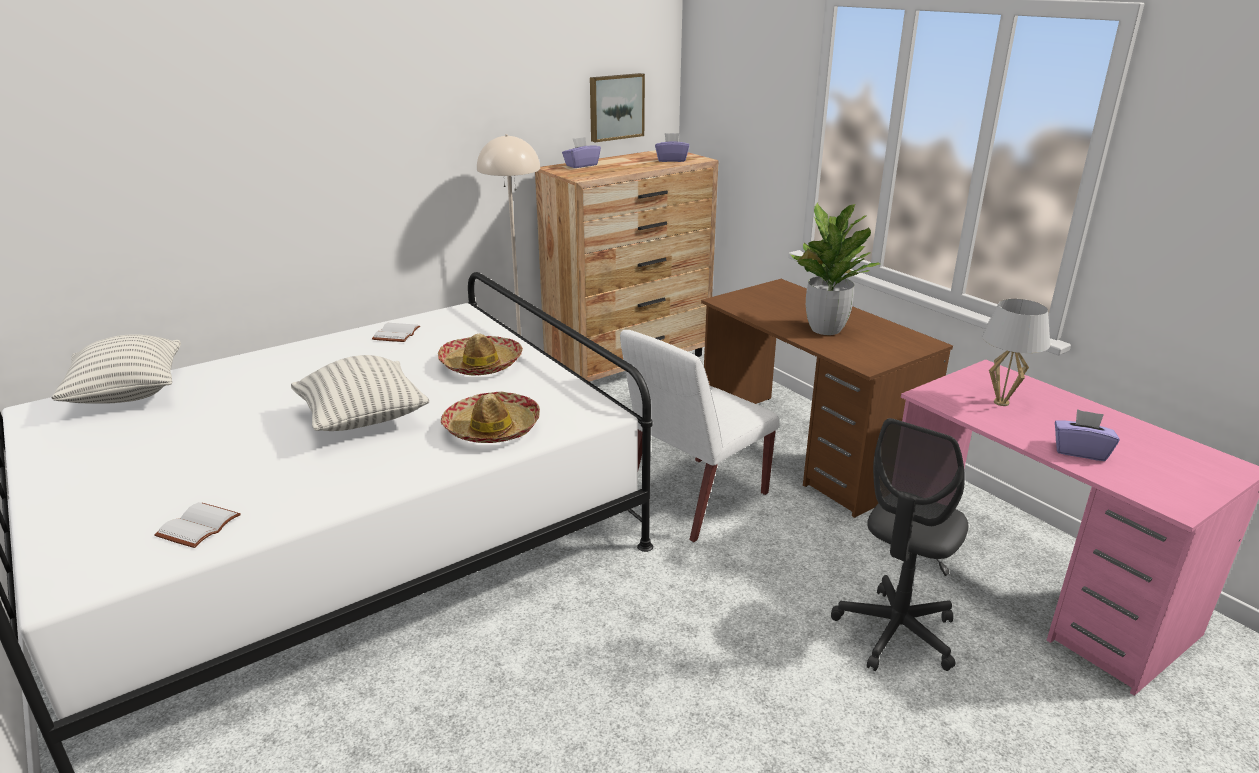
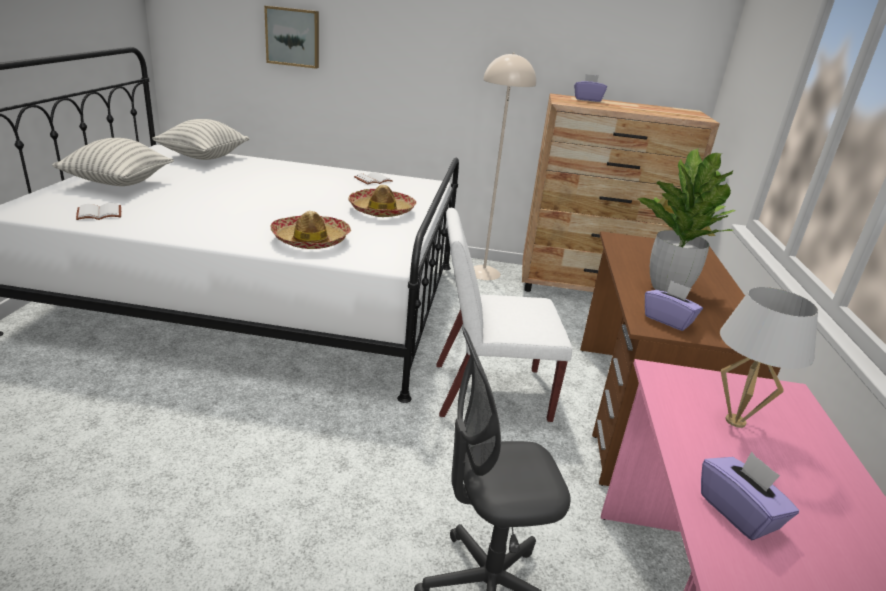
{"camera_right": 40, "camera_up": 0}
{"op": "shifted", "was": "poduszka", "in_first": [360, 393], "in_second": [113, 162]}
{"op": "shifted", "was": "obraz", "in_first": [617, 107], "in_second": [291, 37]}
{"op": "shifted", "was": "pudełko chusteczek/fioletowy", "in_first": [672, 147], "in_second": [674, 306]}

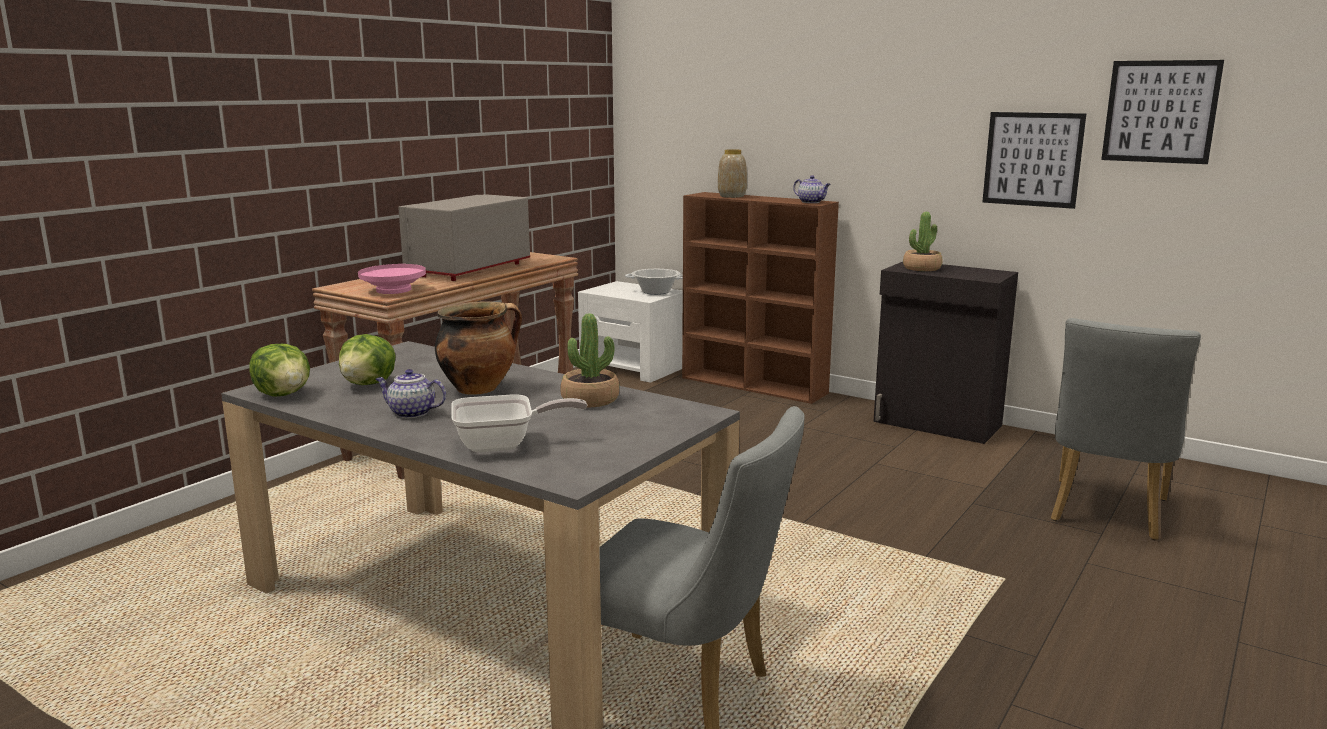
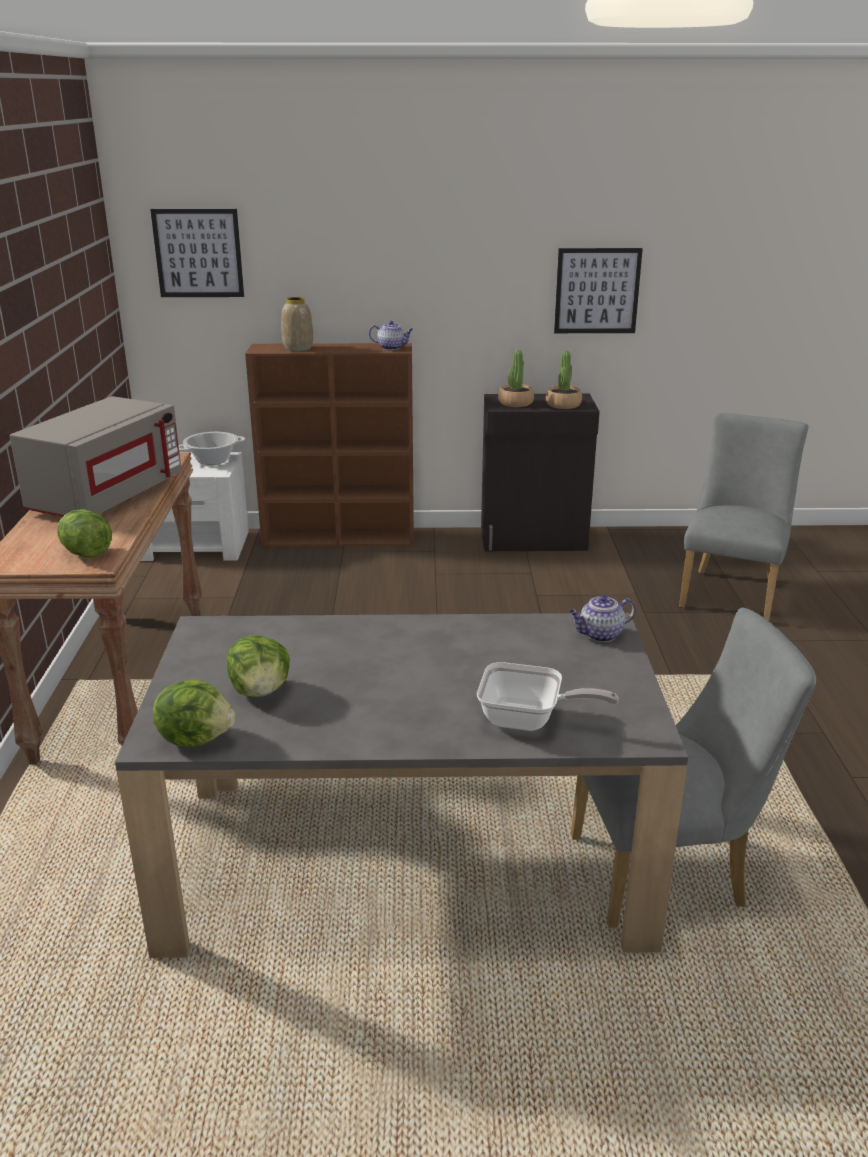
{"camera_right": -35, "camera_up": 10}
{"op": "swapped", "was": "miska/różowy", "now": "sałata", "in_first": [392, 279], "in_second": [84, 533]}
{"op": "shifted", "was": "imbryk", "in_first": [411, 393], "in_second": [602, 618]}
{"op": "rotated", "was": "mikrofalówka/szary", "in_first": [464, 237], "in_second": [96, 456], "clockwise": -150}
{"op": "gone", "was": "garnek", "in_first": [478, 348]}
{"op": "rotated", "was": "patelnia", "in_first": [519, 423], "in_second": [548, 696], "clockwise": 60}
{"op": "shifted", "was": "roślina doniczkowa", "in_first": [589, 360], "in_second": [564, 380]}
{"op": "rotated", "was": "krzesło/szary", "in_first": [1126, 429], "in_second": [744, 517], "clockwise": -150}
{"op": "shifted", "was": "obraz", "in_first": [1162, 112], "in_second": [197, 253]}

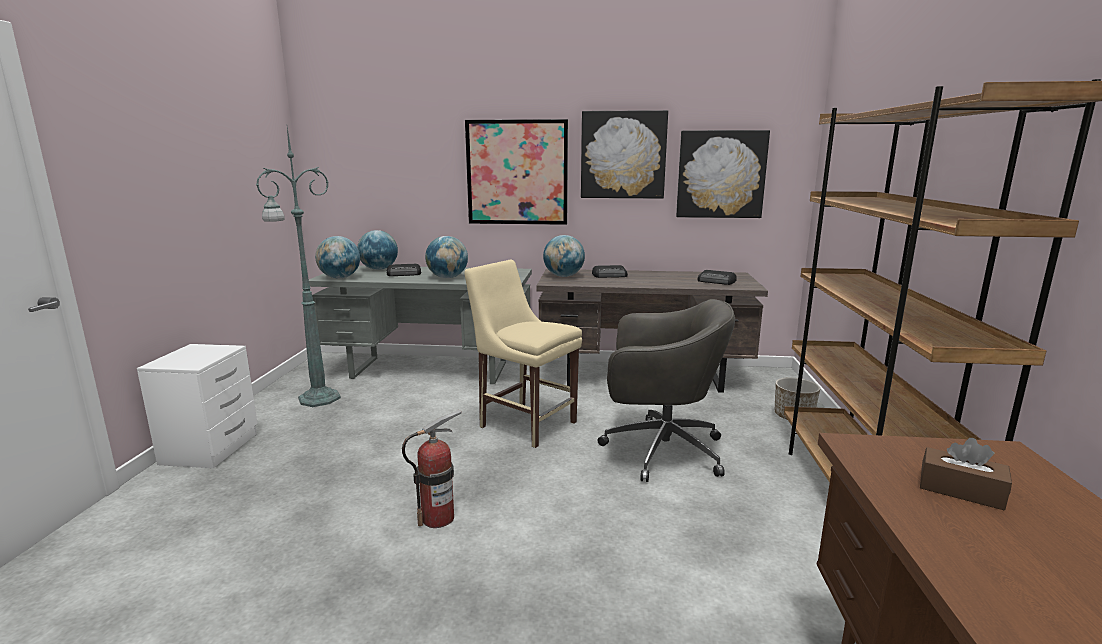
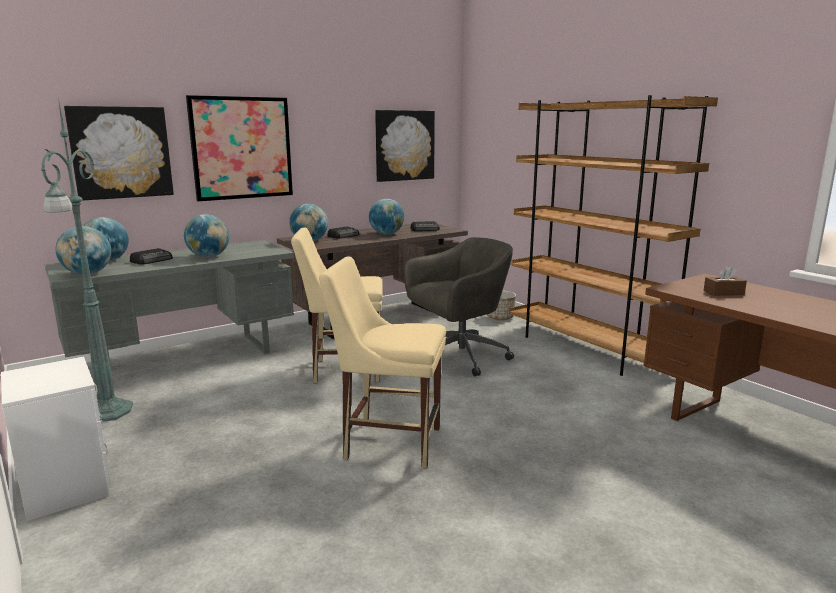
{"camera_right": -40, "camera_up": 0}
{"op": "swapped", "was": "gaśnica", "now": "krzesło/beżowy", "in_first": [432, 469], "in_second": [382, 362]}
{"op": "shifted", "was": "obraz", "in_first": [624, 154], "in_second": [119, 153]}
{"op": "new", "now": "globus", "in_second": [386, 217]}

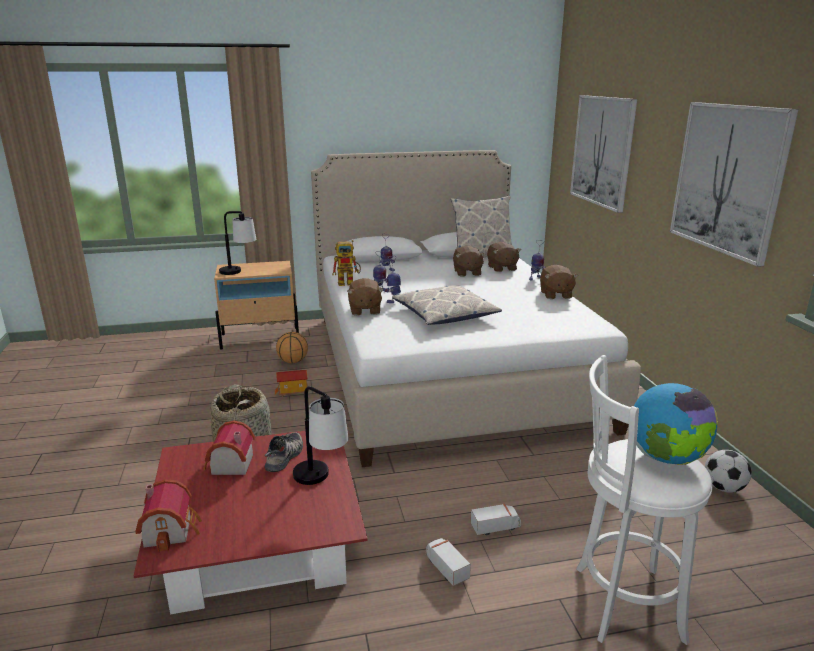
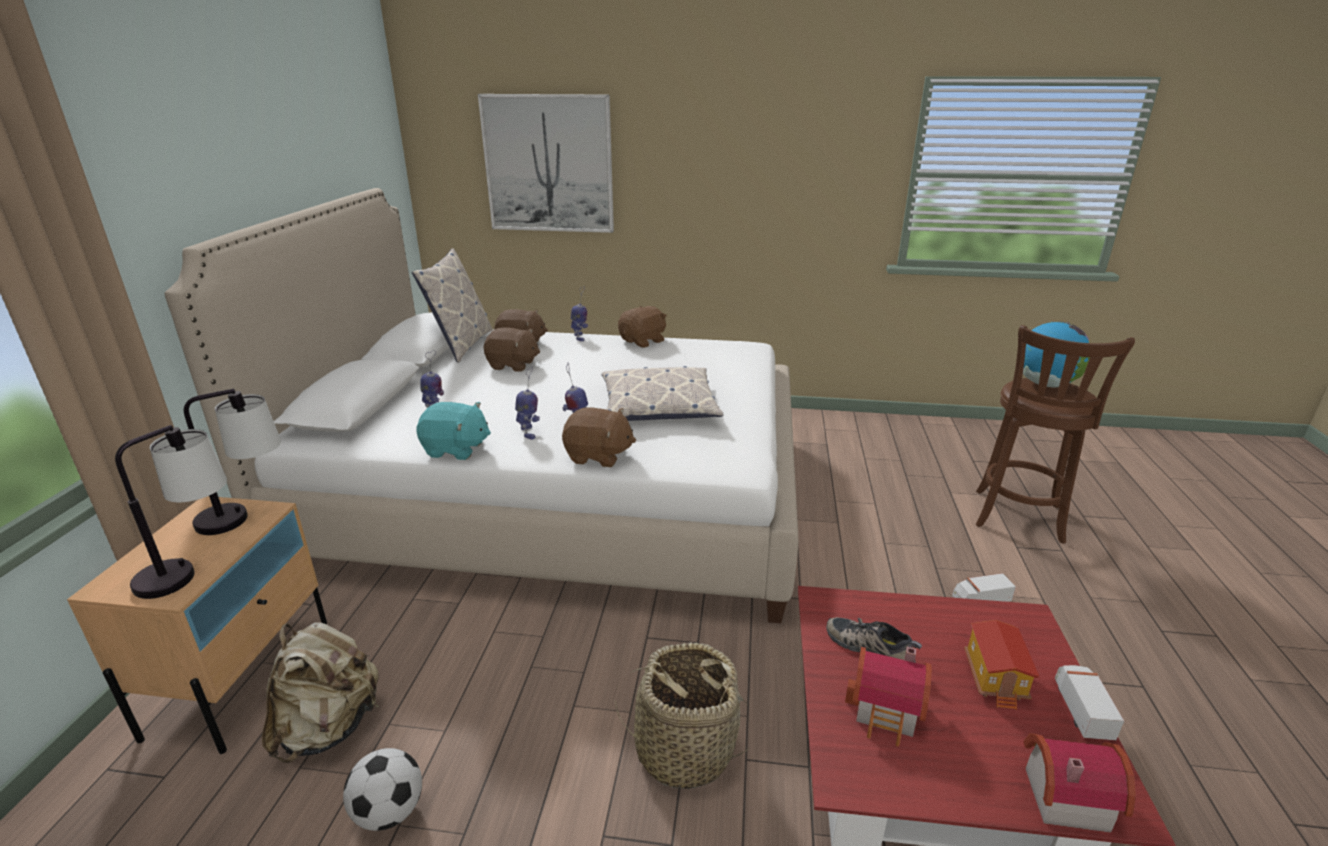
{"camera_right": -70, "camera_up": 5}
{"op": "shifted", "was": "domek", "in_first": [291, 383], "in_second": [1001, 665]}
{"op": "gone", "was": "piłka do koszykówki", "in_first": [292, 347]}
{"op": "shifted", "was": "lampa stołowa", "in_first": [321, 435], "in_second": [232, 462]}
{"op": "swapped", "was": "robot zabawkowy", "now": "pluszak/turkusowy", "in_first": [346, 263], "in_second": [454, 431]}
{"op": "shifted", "was": "ciężarówka zabawkowa", "in_first": [496, 519], "in_second": [1089, 702]}
{"op": "rotated", "was": "pluszak/brązowy", "in_first": [559, 282], "in_second": [642, 327], "clockwise": -60}
{"op": "repainted", "was": "stołek/biały", "now": "stołek/brązowy", "in_first": [644, 500], "in_second": [1055, 434]}
{"op": "gone", "was": "obraz", "in_first": [734, 184]}
{"op": "shifted", "was": "piłka futbolowa", "in_first": [728, 471], "in_second": [382, 789]}
{"op": "new", "now": "plecak/beżowy", "in_second": [320, 692]}

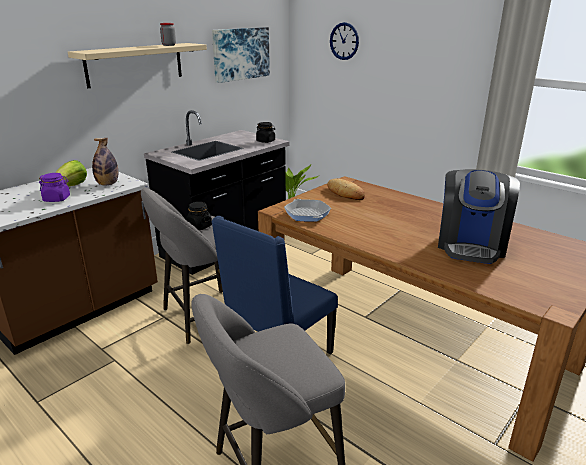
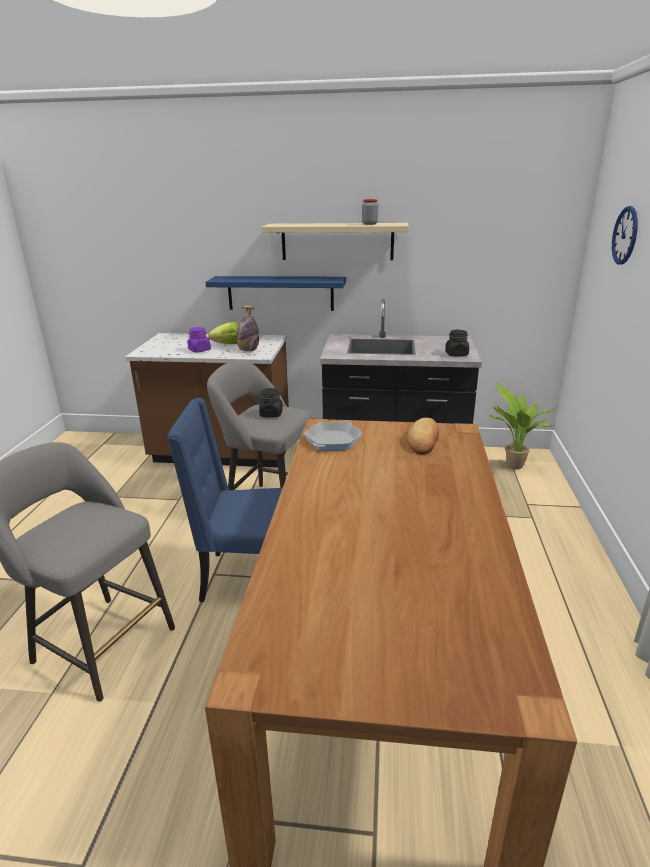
{"camera_right": 55, "camera_up": 0}
{"op": "gone", "was": "obraz", "in_first": [241, 55]}
{"op": "gone", "was": "ekspres do kawy", "in_first": [479, 216]}
{"op": "new", "now": "półka/niebieski", "in_second": [275, 293]}

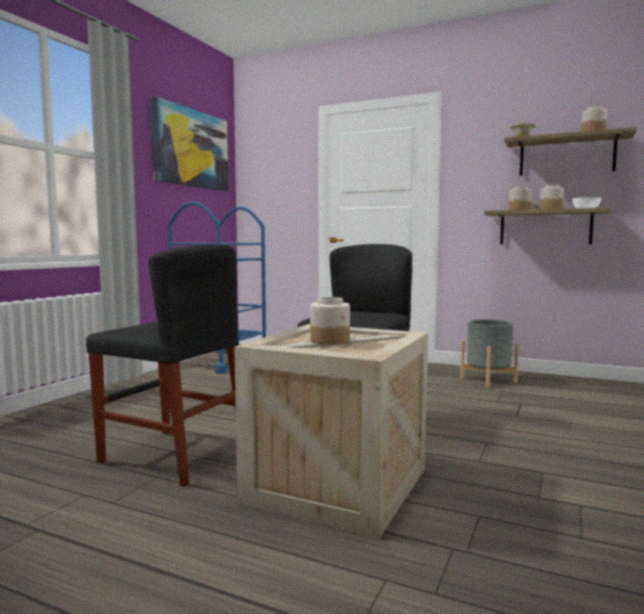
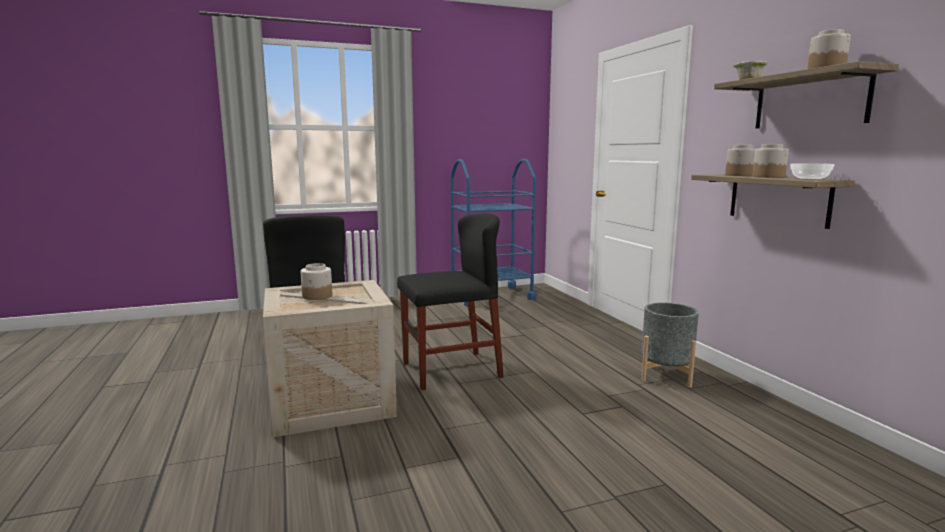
{"camera_right": 45, "camera_up": 5}
{"op": "gone", "was": "obraz", "in_first": [189, 143]}

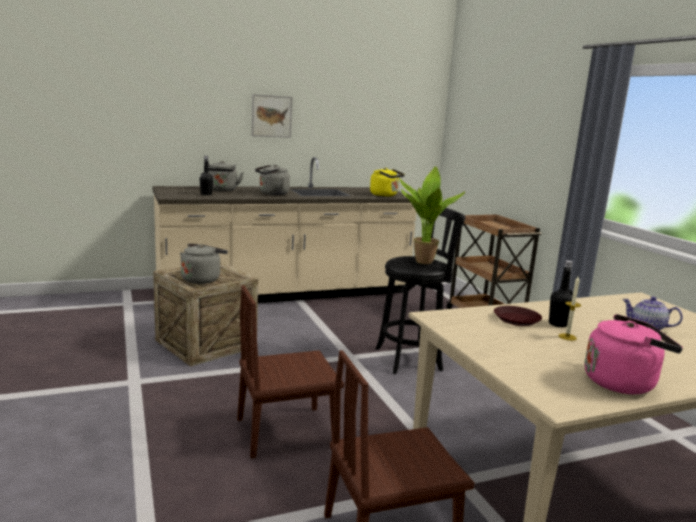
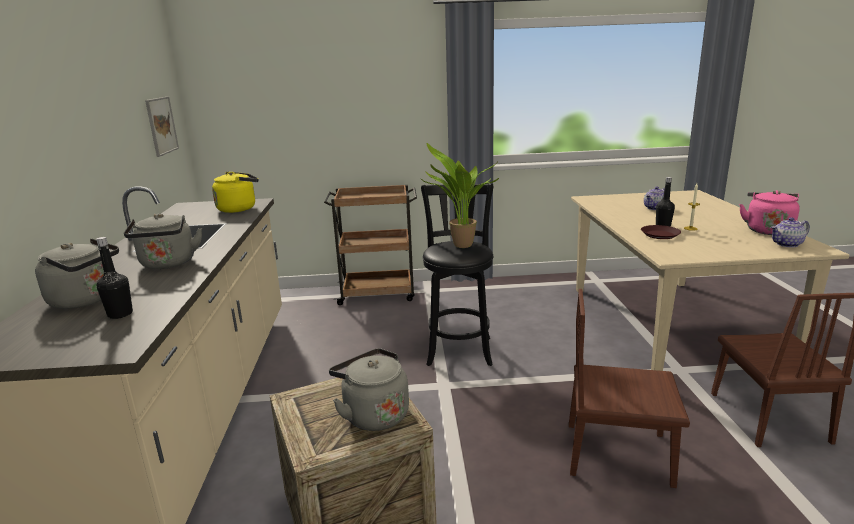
{"camera_right": -70, "camera_up": 5}
{"op": "rotated", "was": "krzesło/brązowy", "in_first": [290, 371], "in_second": [629, 388], "clockwise": 105}
{"op": "shifted", "was": "obraz", "in_first": [272, 116], "in_second": [162, 126]}
{"op": "new", "now": "imbryk", "in_second": [790, 232]}

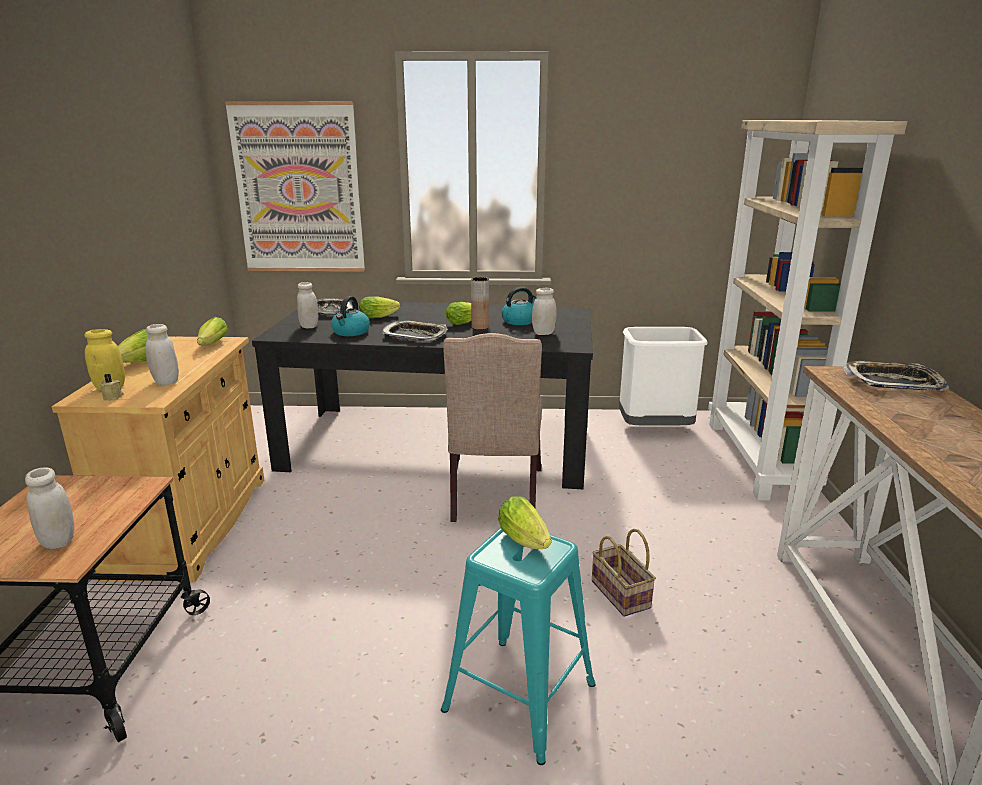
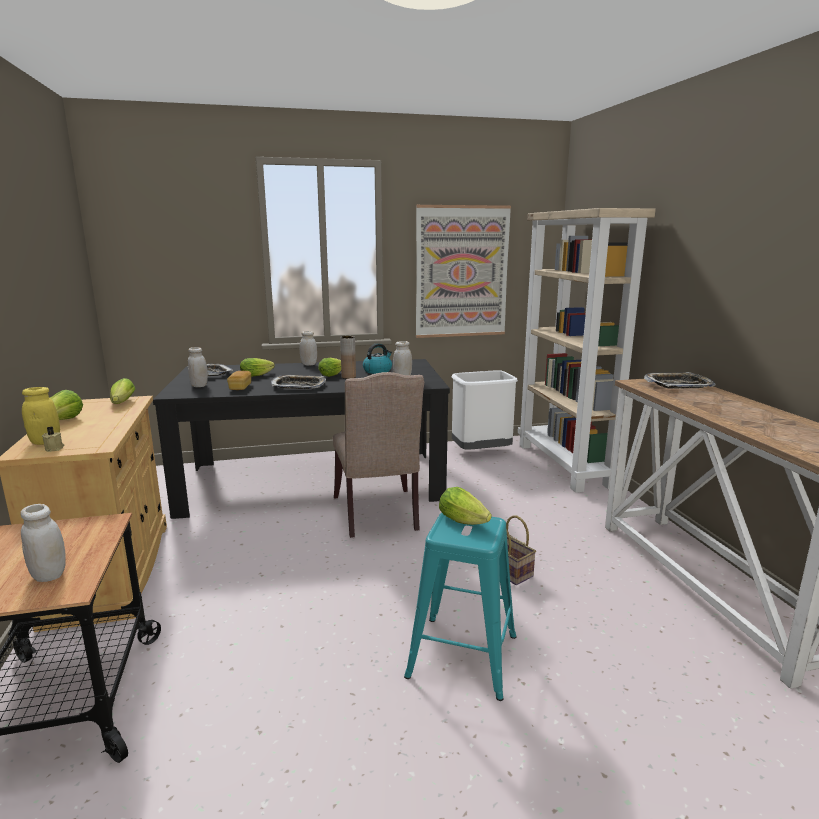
{"camera_right": -15, "camera_up": -5}
{"op": "shifted", "was": "słoik/biały", "in_first": [162, 354], "in_second": [308, 348]}
{"op": "shifted", "was": "obraz", "in_first": [295, 186], "in_second": [463, 271]}
{"op": "swapped", "was": "czajnik", "now": "chleb", "in_first": [350, 316], "in_second": [239, 380]}

